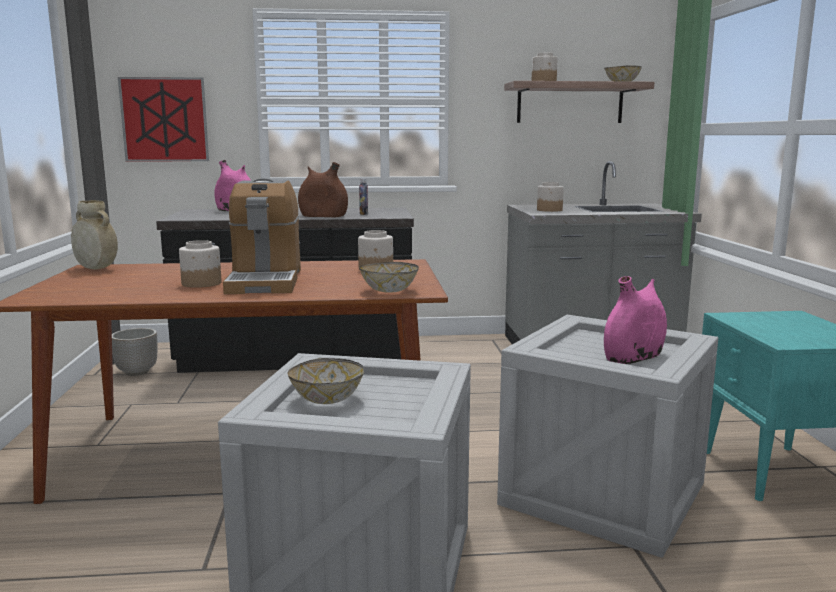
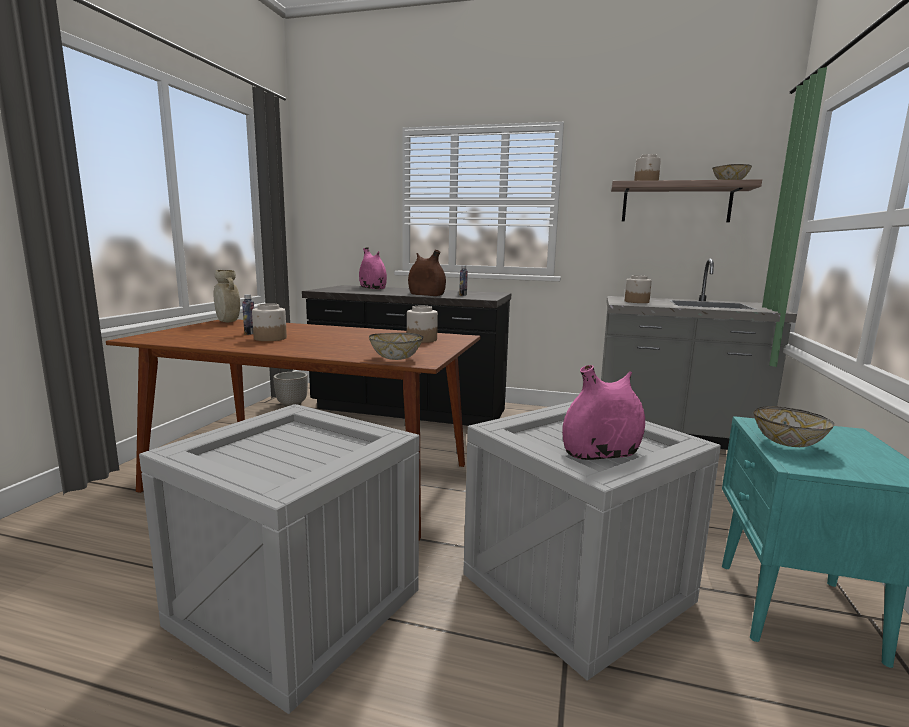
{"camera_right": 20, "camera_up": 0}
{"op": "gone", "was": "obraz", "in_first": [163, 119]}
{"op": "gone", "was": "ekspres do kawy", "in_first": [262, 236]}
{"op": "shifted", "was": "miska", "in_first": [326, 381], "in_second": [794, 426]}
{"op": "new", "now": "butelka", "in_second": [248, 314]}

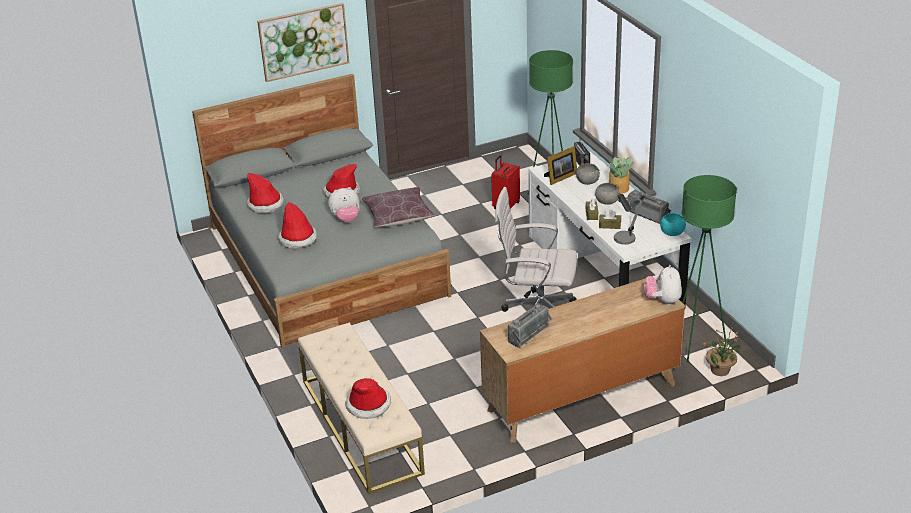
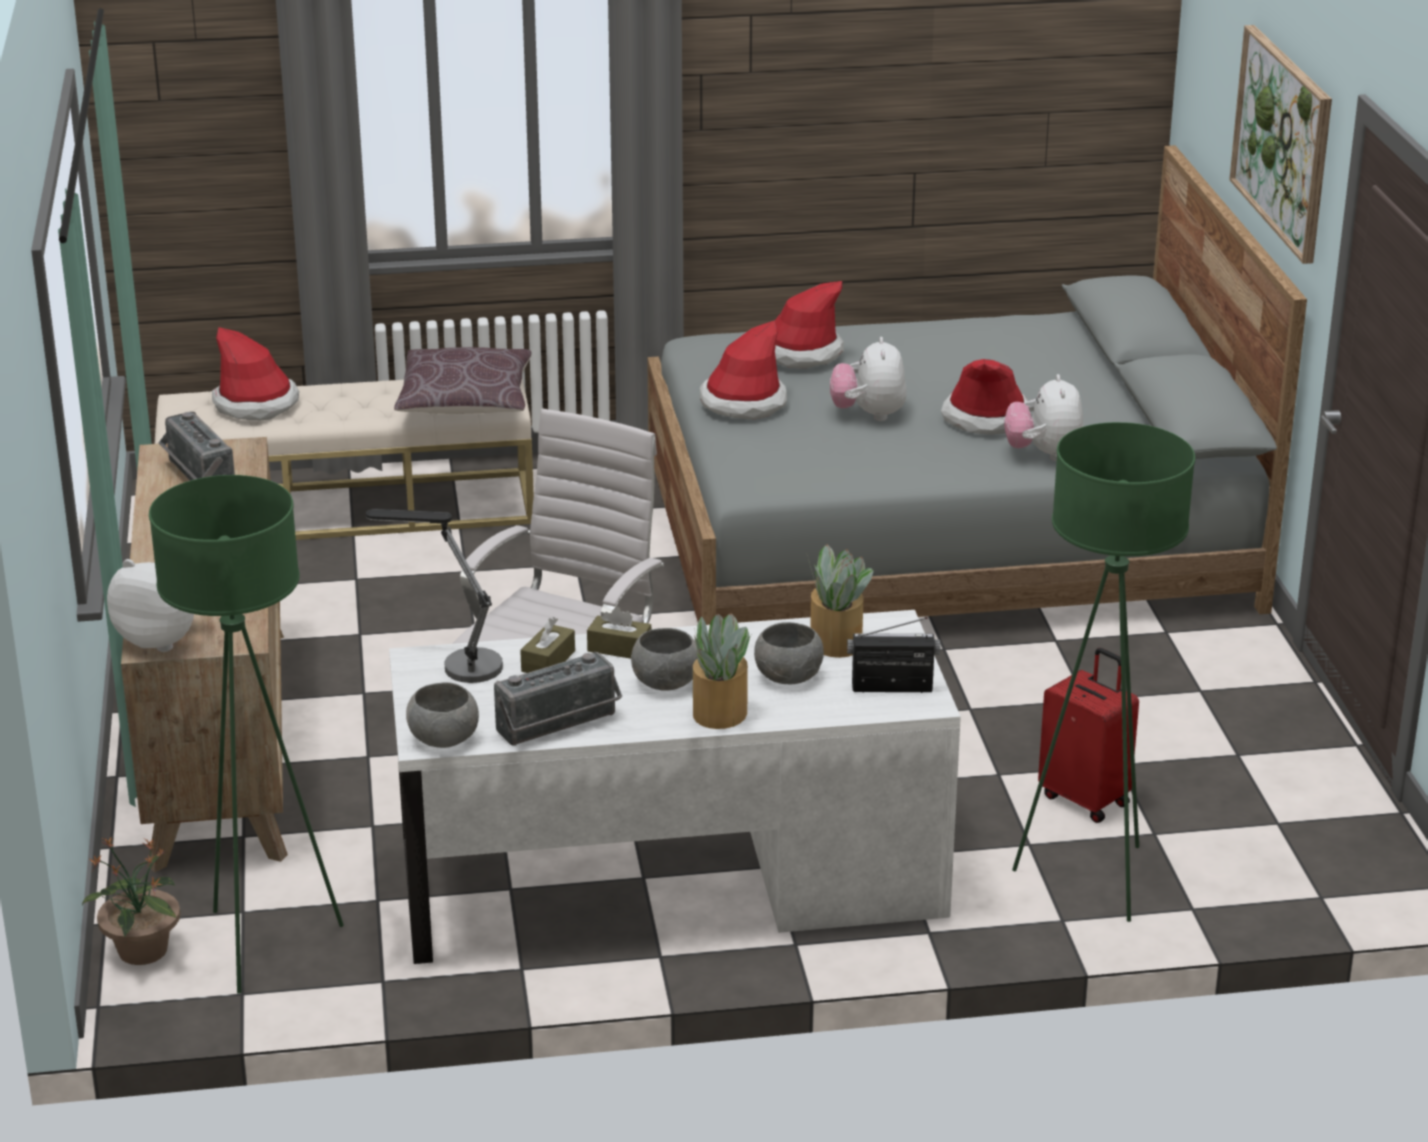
{"camera_right": 105, "camera_up": -5}
{"op": "shifted", "was": "kapelusz", "in_first": [265, 193], "in_second": [743, 370]}
{"op": "shifted", "was": "poduszka/brązowy", "in_first": [398, 207], "in_second": [463, 380]}
{"op": "swapped", "was": "ramka na zdjęcie", "now": "roślina doniczkowa", "in_first": [560, 165], "in_second": [840, 601]}
{"op": "repainted", "was": "miska/turkusowy", "now": "miska/szary", "in_first": [673, 224], "in_second": [442, 715]}
{"op": "new", "now": "pluszak", "in_second": [1044, 417]}

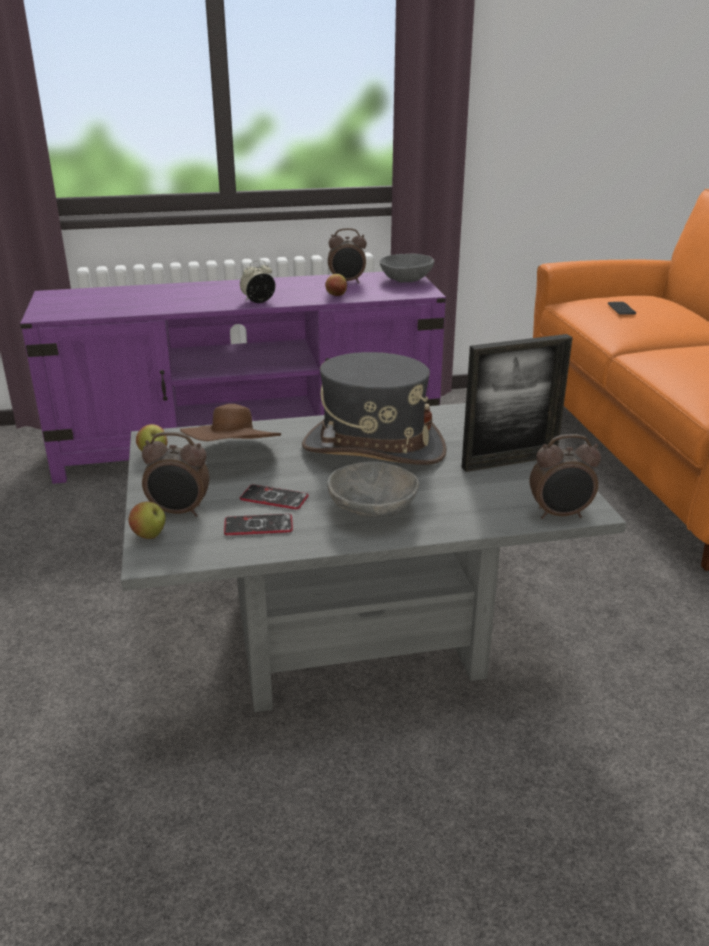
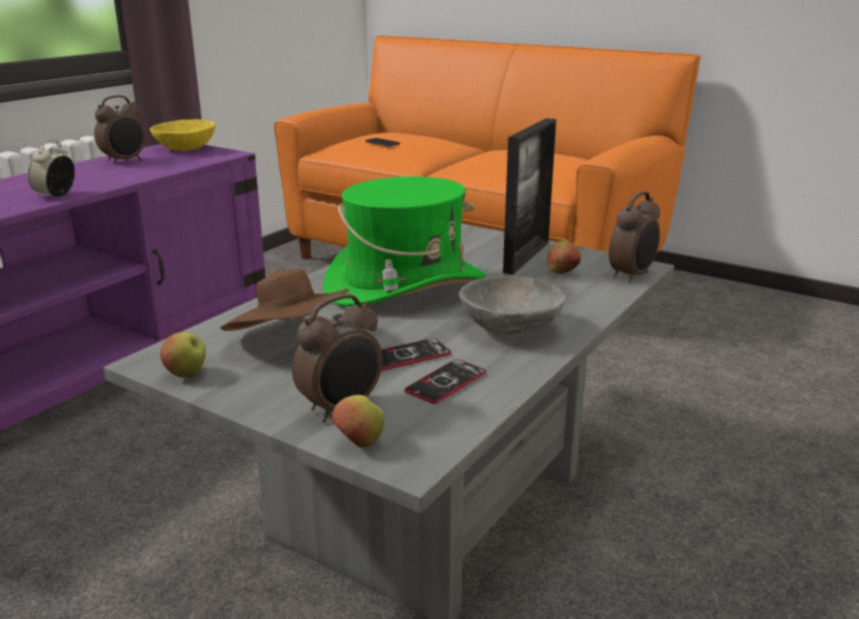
{"camera_right": -45, "camera_up": -5}
{"op": "repainted", "was": "kapelusz/szary", "now": "kapelusz/zielony", "in_first": [374, 408], "in_second": [404, 242]}
{"op": "shifted", "was": "jabłko", "in_first": [336, 285], "in_second": [564, 257]}
{"op": "repainted", "was": "miska/szary", "now": "miska/żółty", "in_first": [407, 268], "in_second": [182, 135]}

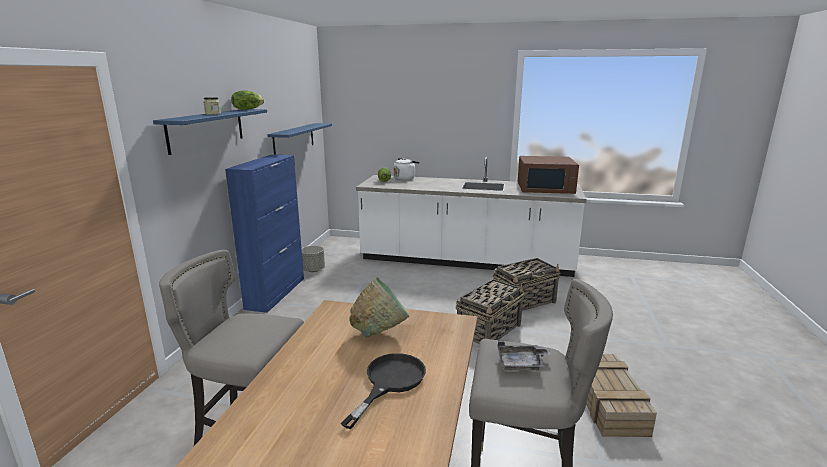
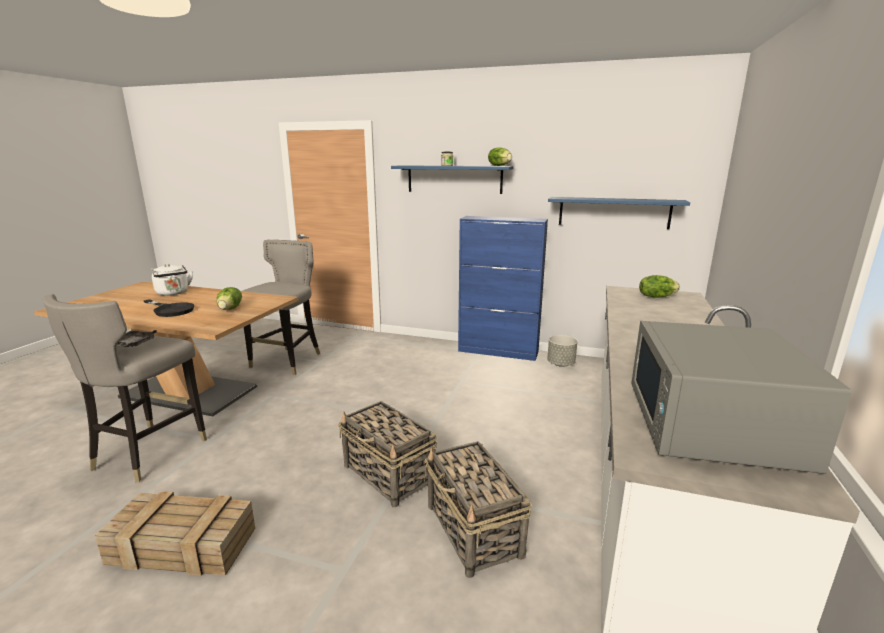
{"camera_right": 95, "camera_up": 0}
{"op": "swapped", "was": "miska/zielony", "now": "sałata", "in_first": [379, 307], "in_second": [229, 298]}
{"op": "shifted", "was": "czajnik/biały", "in_first": [406, 169], "in_second": [172, 280]}
{"op": "repainted", "was": "mikrofalówka/brązowy", "now": "mikrofalówka/szary", "in_first": [548, 175], "in_second": [741, 397]}

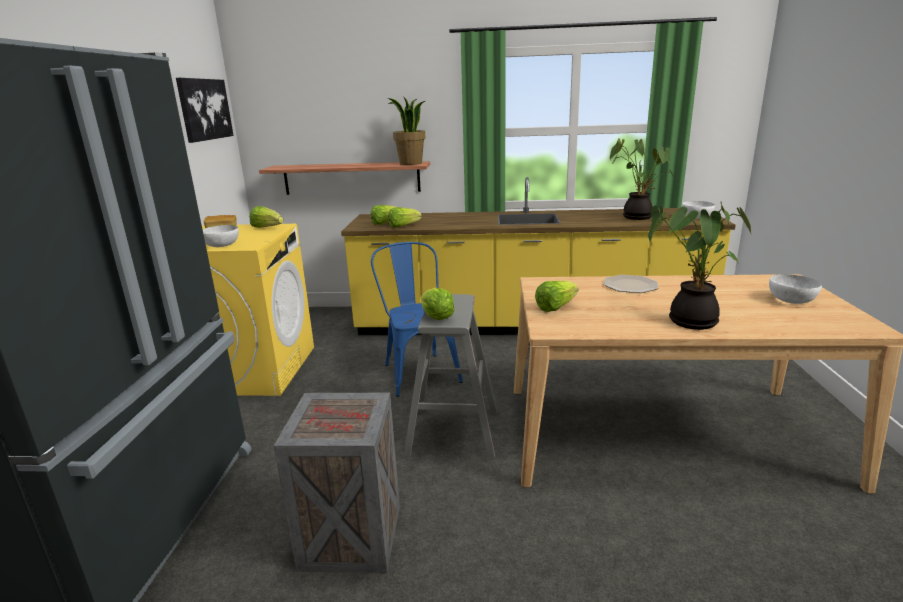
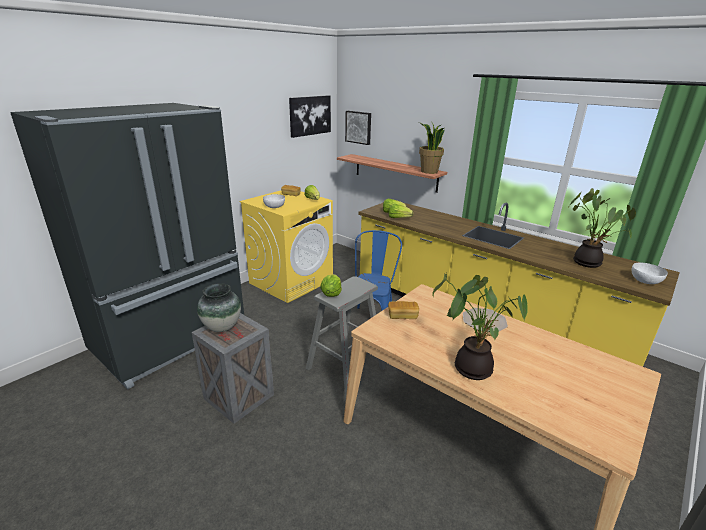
{"camera_right": 35, "camera_up": 5}
{"op": "swapped", "was": "sałata", "now": "chleb", "in_first": [556, 296], "in_second": [403, 310]}
{"op": "gone", "was": "miska/biały", "in_first": [795, 289]}
{"op": "new", "now": "wazon", "in_second": [219, 307]}
{"op": "new", "now": "obraz", "in_second": [358, 128]}

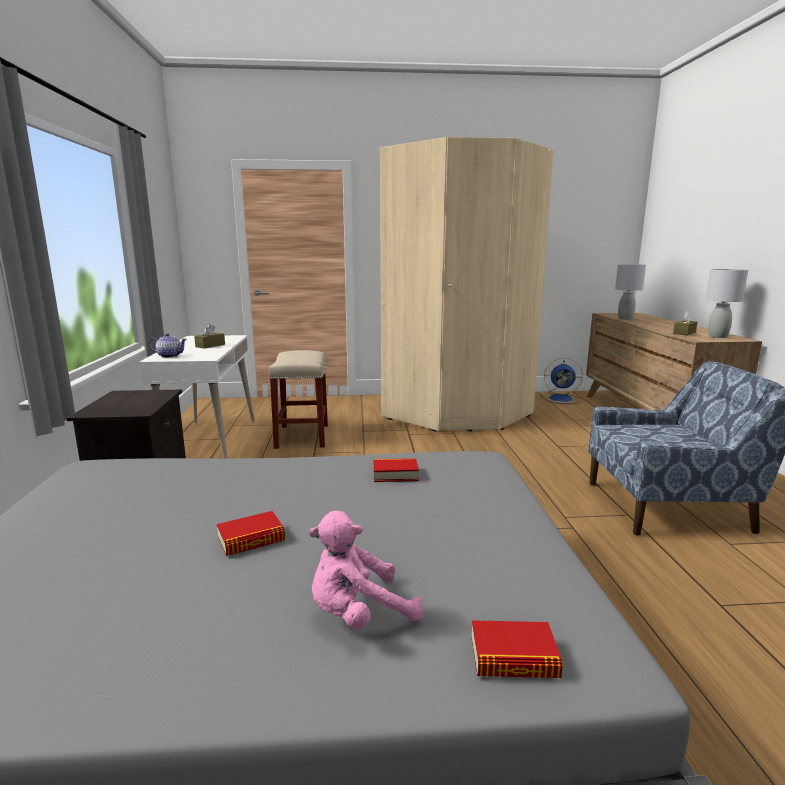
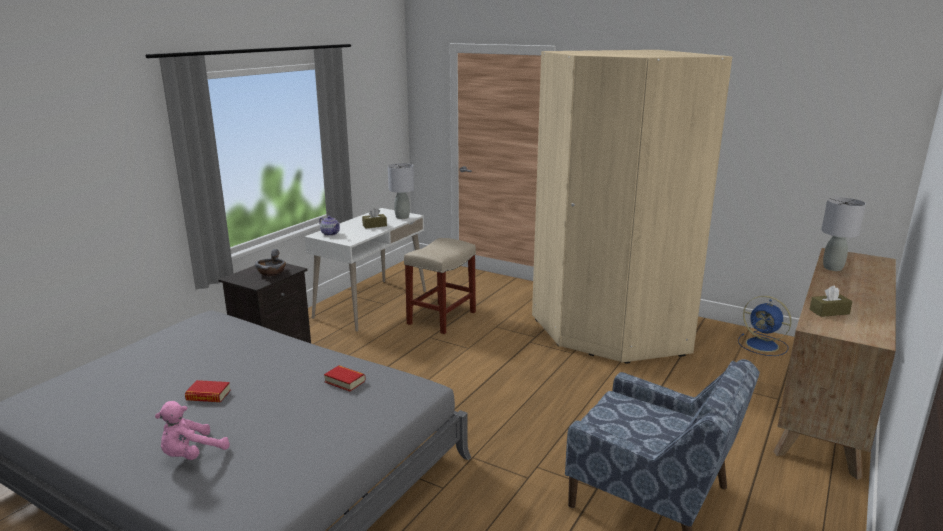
{"camera_right": 35, "camera_up": 5}
{"op": "rotated", "was": "pluszak/różowy", "in_first": [366, 570], "in_second": [192, 430], "clockwise": -60}
{"op": "gone", "was": "książka", "in_first": [517, 649]}
{"op": "shifted", "was": "lampa stołowa/szary", "in_first": [727, 303], "in_second": [401, 191]}
{"op": "new", "now": "miska/szary", "in_second": [270, 262]}

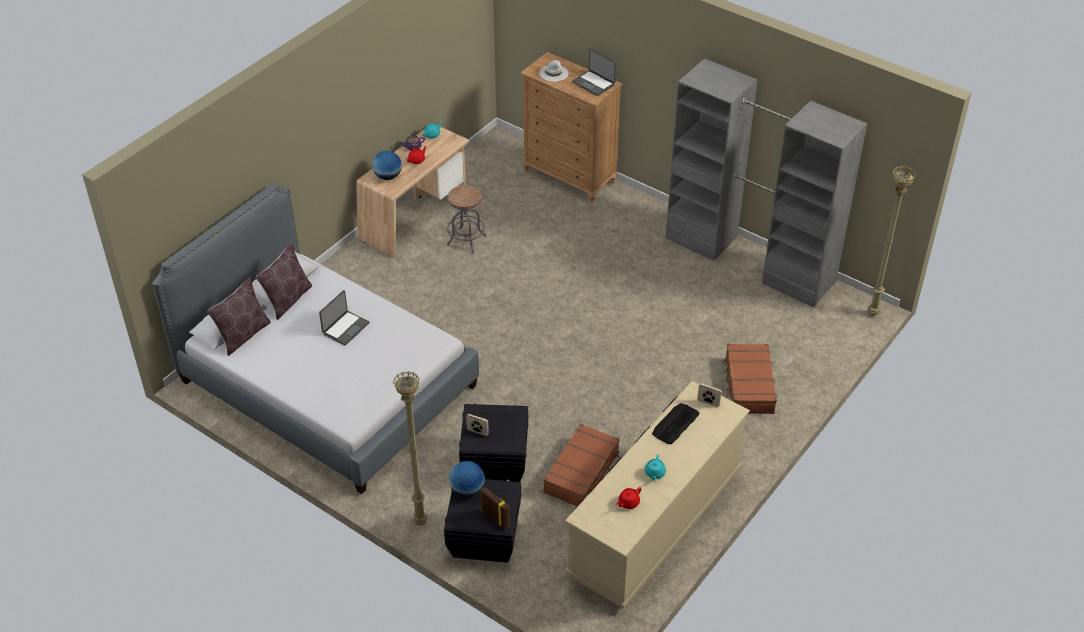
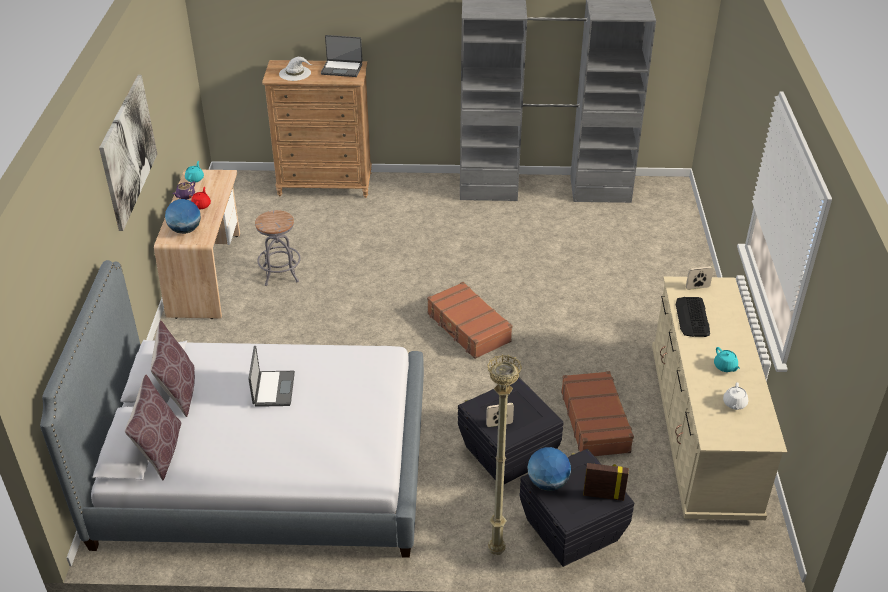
{"camera_right": -35, "camera_up": -5}
{"op": "repainted", "was": "imbryk/czerwony", "now": "imbryk/biały", "in_first": [628, 498], "in_second": [735, 396]}
{"op": "shifted", "was": "walizka/brązowy", "in_first": [750, 379], "in_second": [470, 320]}
{"op": "gone", "was": "lampa stojąca/beżowy", "in_first": [892, 241]}
{"op": "new", "now": "obraz", "in_second": [128, 153]}

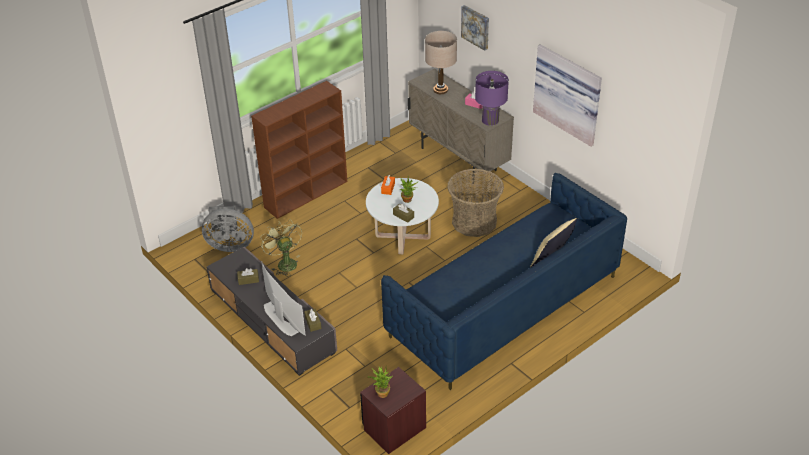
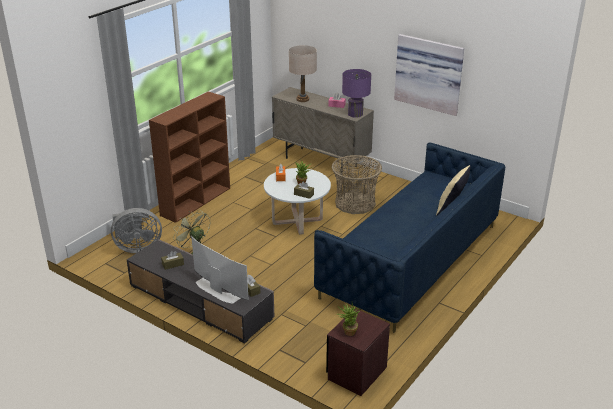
{"camera_right": -15, "camera_up": -10}
{"op": "gone", "was": "obraz", "in_first": [475, 28]}

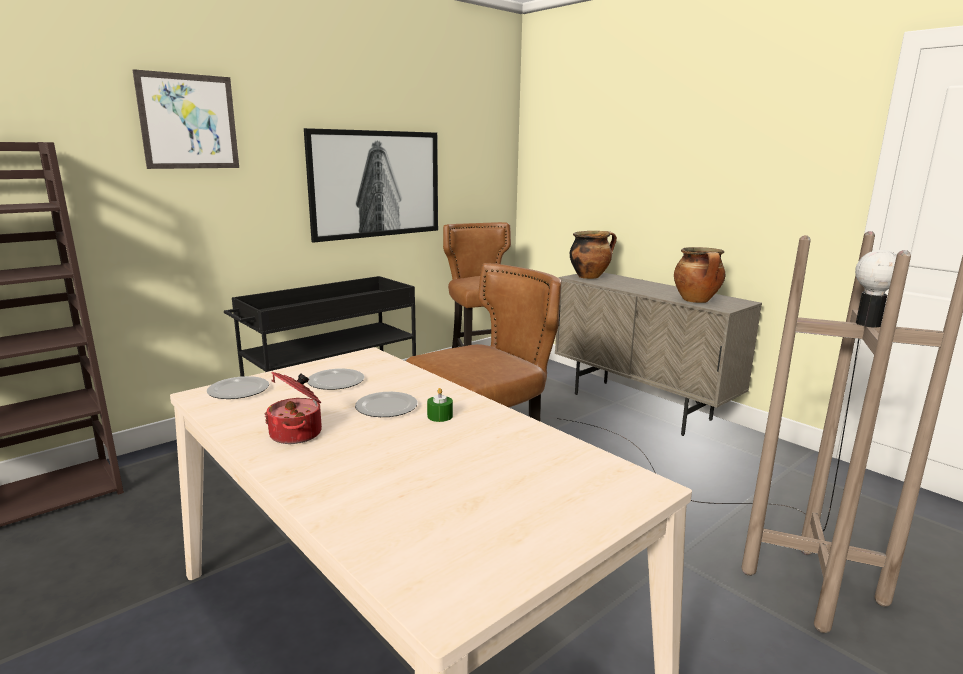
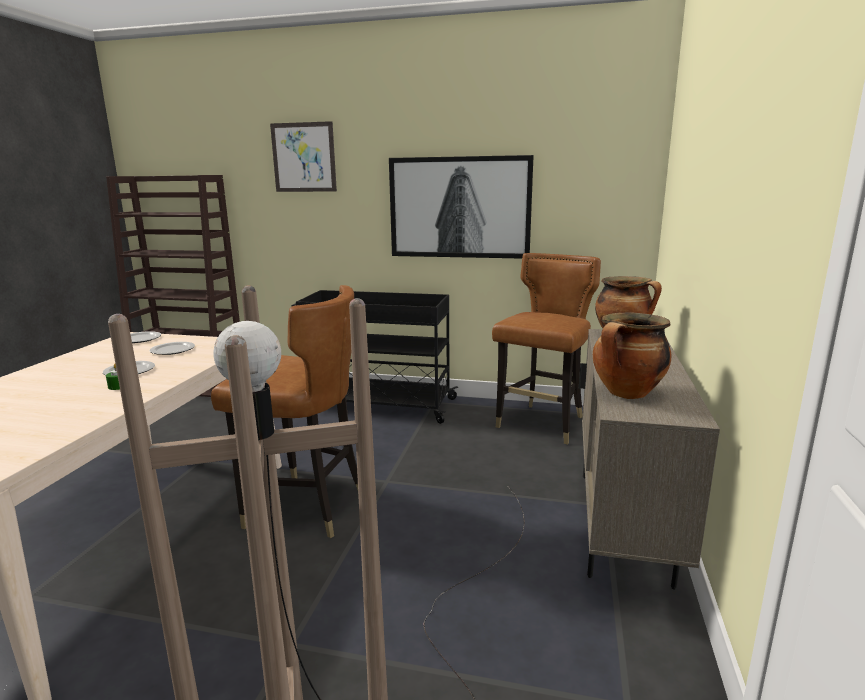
{"camera_right": 55, "camera_up": 0}
{"op": "gone", "was": "garnek", "in_first": [293, 408]}

